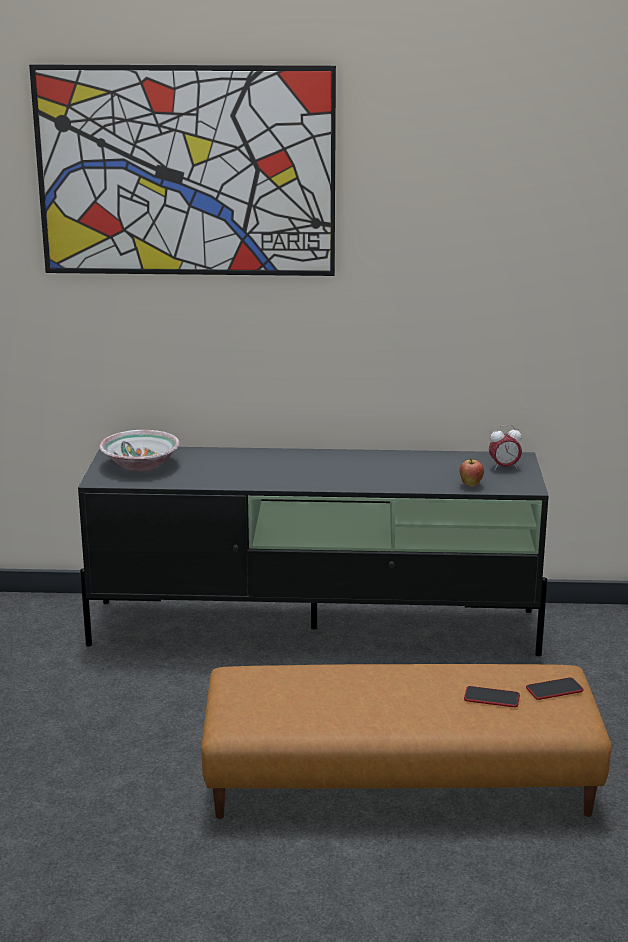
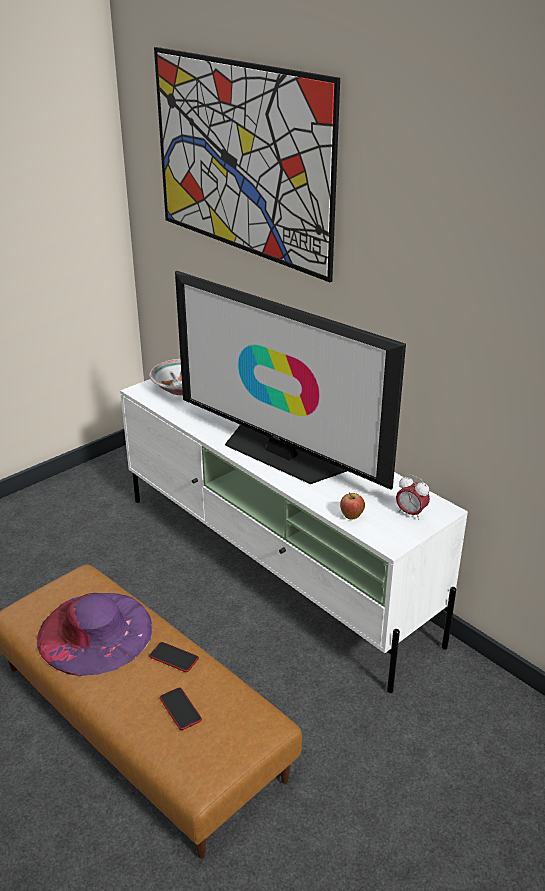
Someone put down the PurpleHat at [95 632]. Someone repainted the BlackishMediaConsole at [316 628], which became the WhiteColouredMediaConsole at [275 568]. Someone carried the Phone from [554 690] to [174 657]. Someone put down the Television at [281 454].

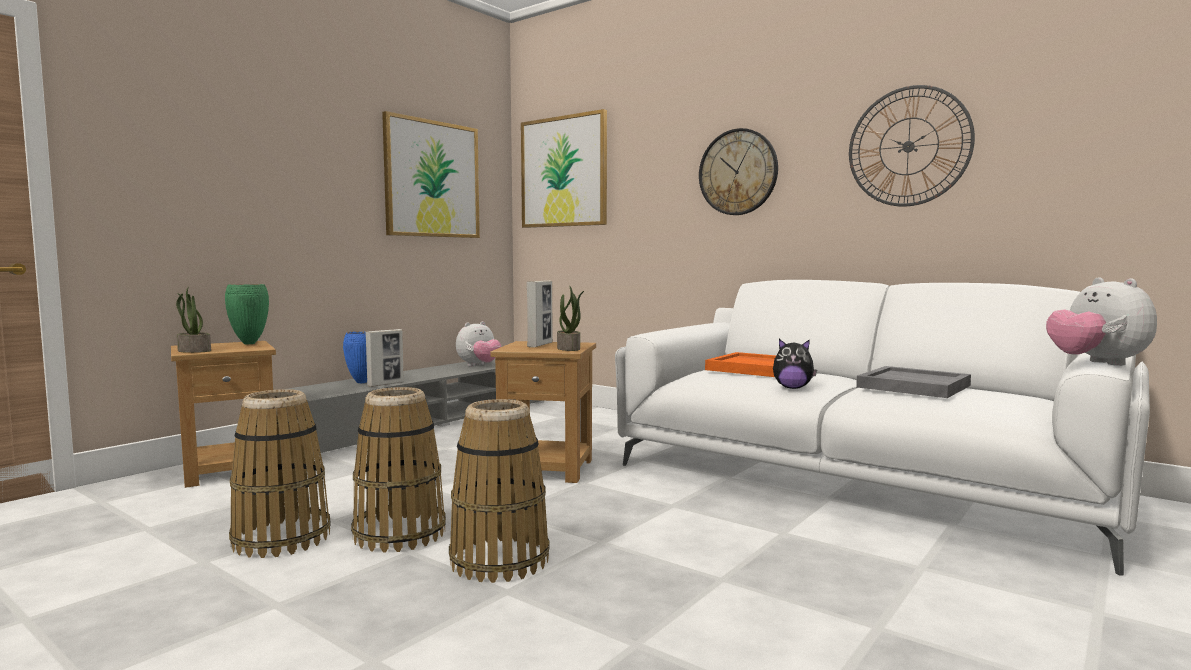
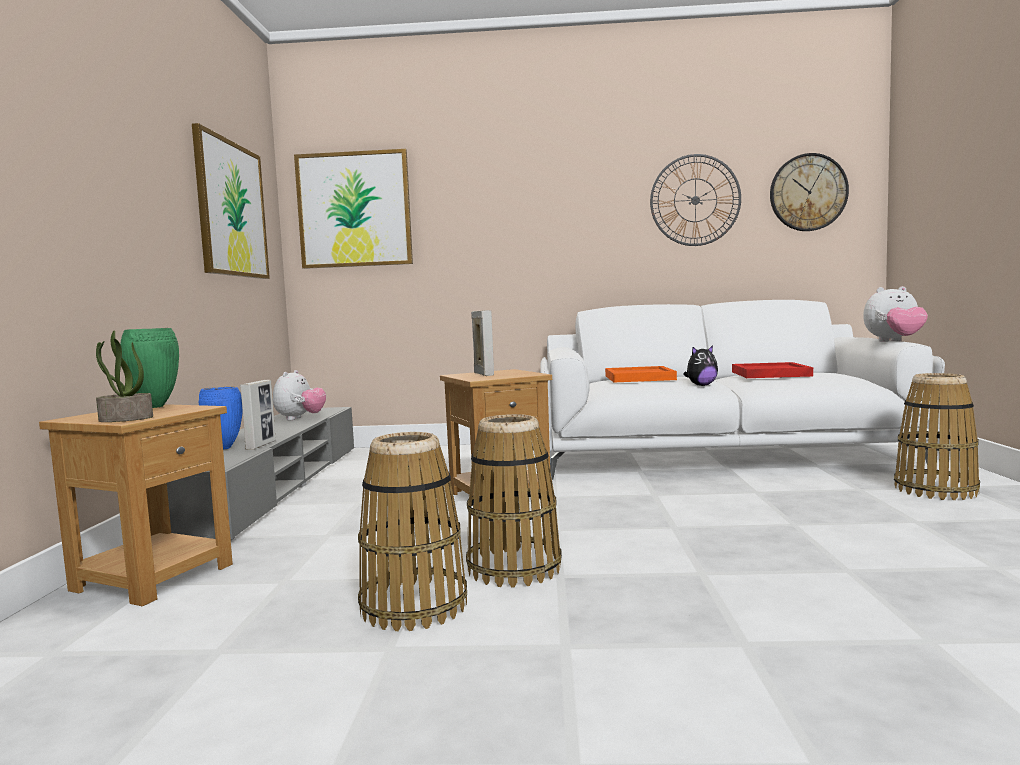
Someone repainted the GreyServingTray at [912 386], which became the RedServingTray at [770 374]. Someone carried the WallClock from [738 172] to [808 192]. Someone rotated the PlushToy at [1097 363] by 45 degrees counterclockwise. Someone carried the StorageBasket from [499 560] to [935 490]. Someone took away the Houseplant at [569 348].

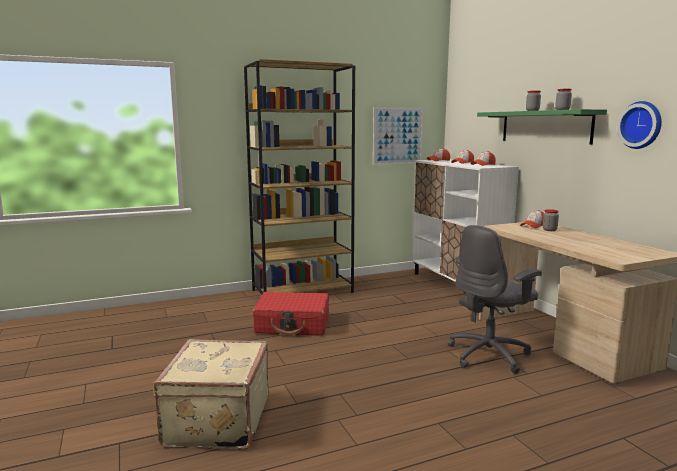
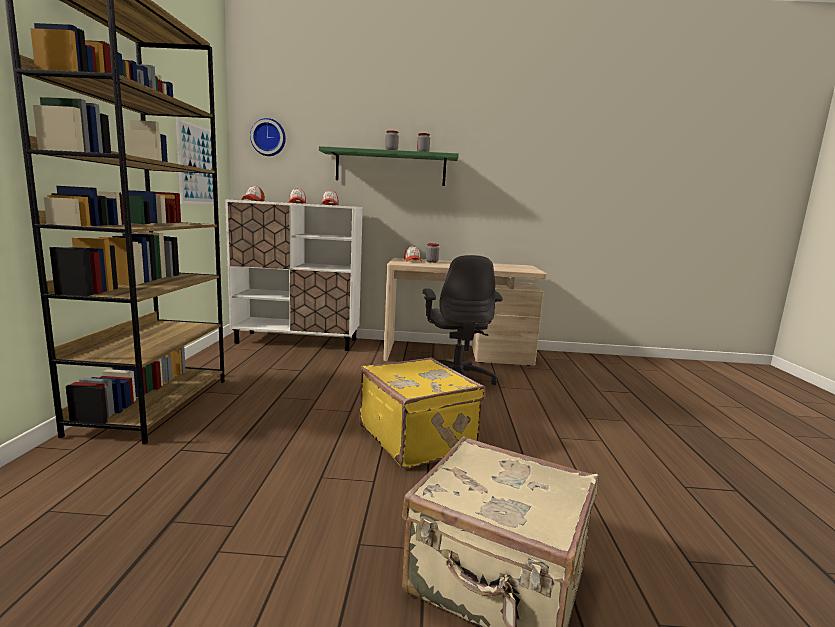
Someone carried the WallClock from [641 125] to [269 137]. Someone put down the YellowishPieceOfLuggage at [418 438]. Someone took away the RedPieceOfLuggage at [293 324].

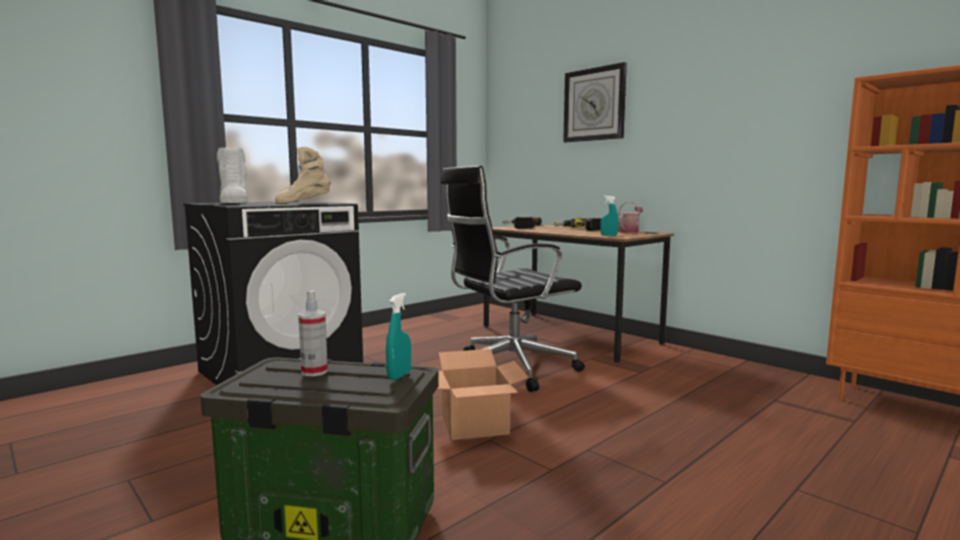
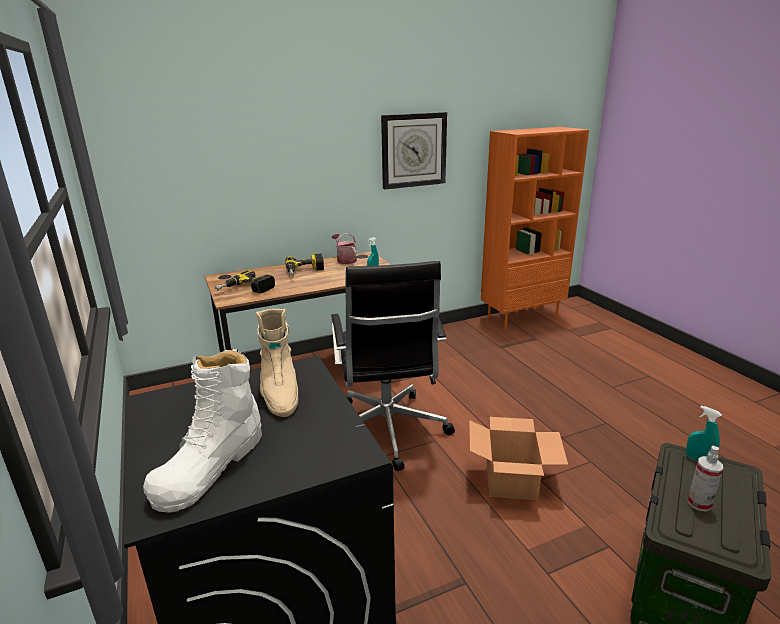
Someone rotated the WhiteColouredBoot at [234 203] by 120 degrees clockwise. Someone carried the WallClock from [594 104] to [413 150].

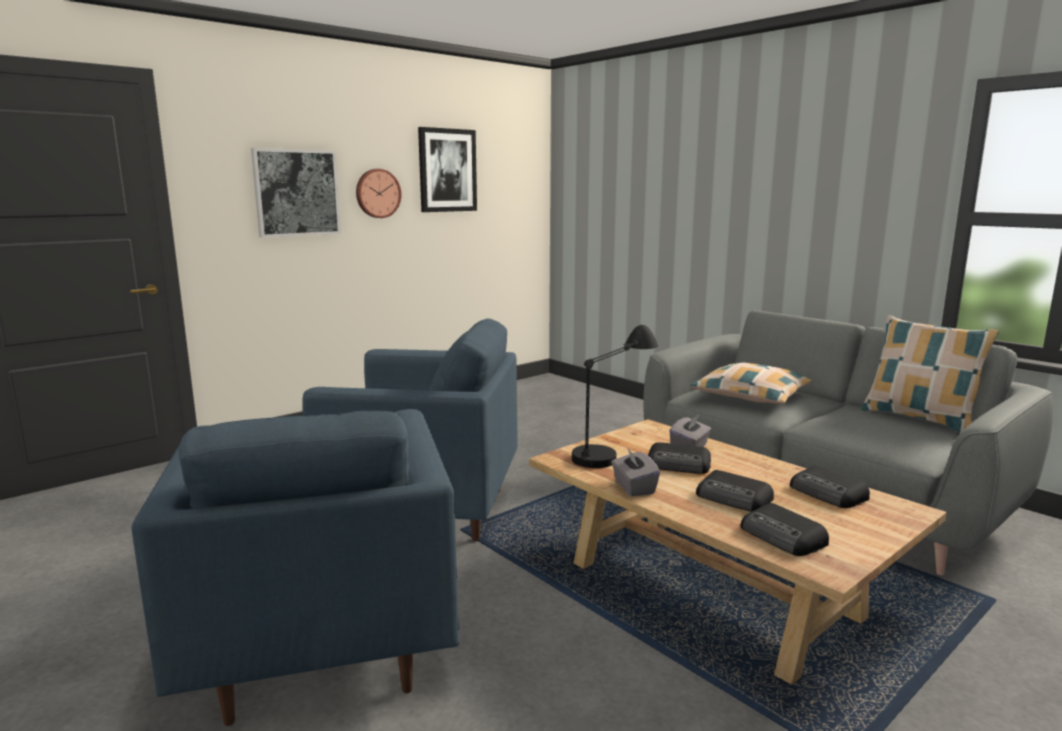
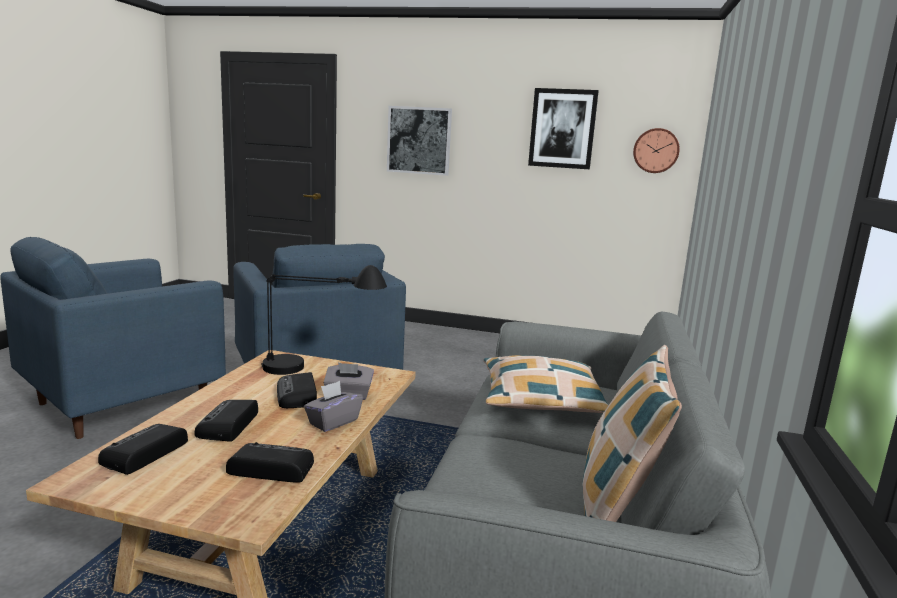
Someone rotated the Radio at [828 494] by 75 degrees clockwise. Someone carried the GreyBoxOfTissues from [633 487] to [333 422]. Someone carried the WallClock from [377 193] to [655 150].

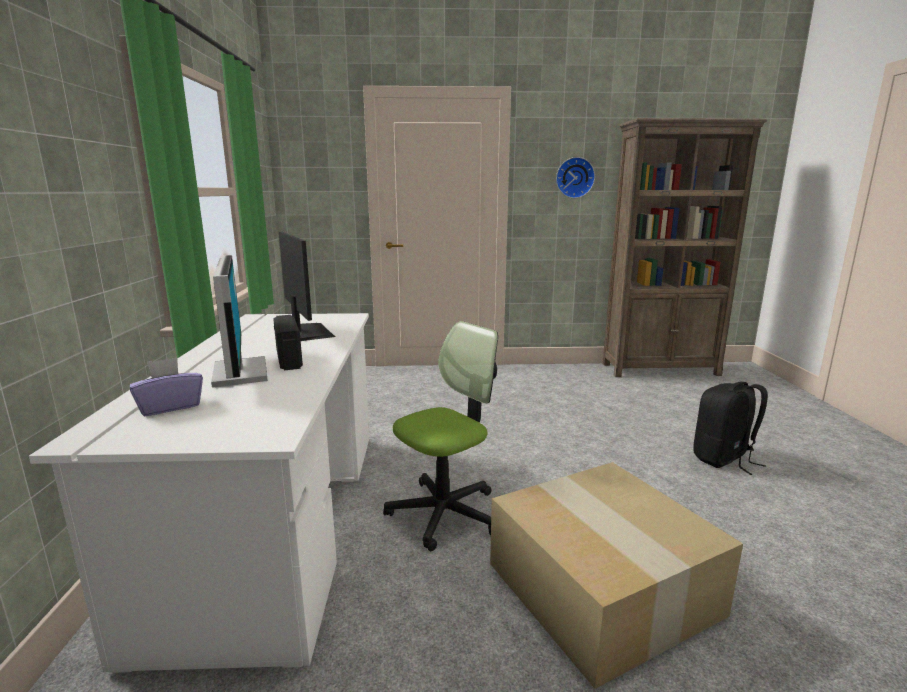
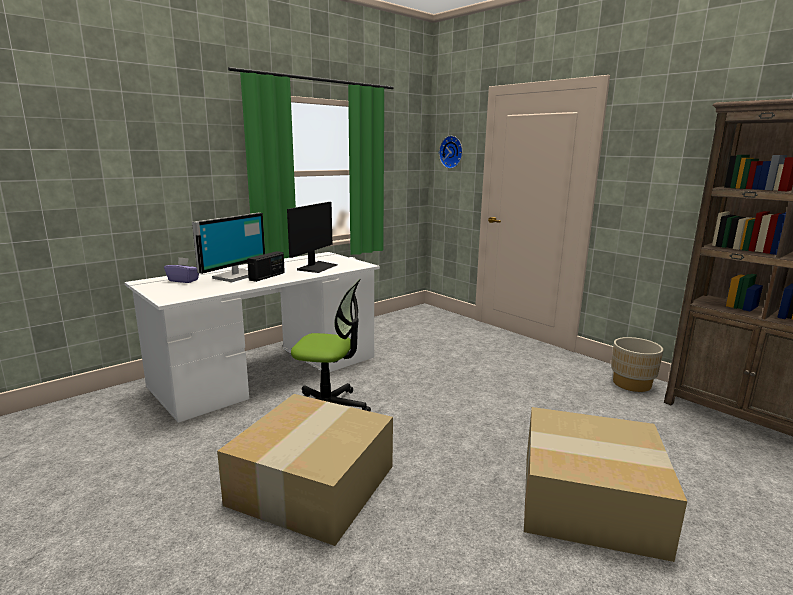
Someone carried the WallClock from [574 177] to [452 152]. Someone swapped the BlackishBackpack at [723 459] for the CardboardBox at [587 501]. Someone put down the SandColouredPlantPot at [632 384].

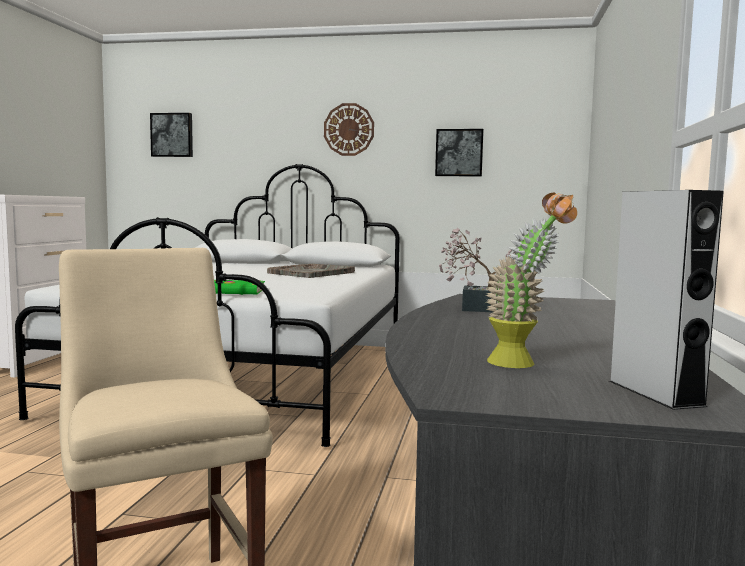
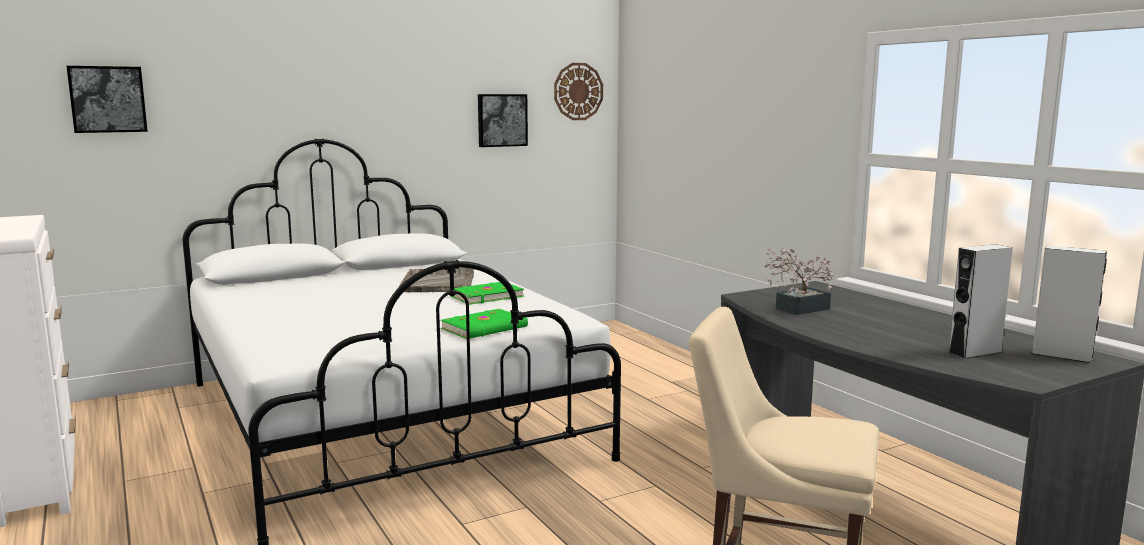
Someone put down the GreenColouredVolume at [485 296]. Someone carried the WallClock from [349 129] to [578 91]. Someone swapped the Houseplant at [523 363] for the GreySpeaker at [974 353].

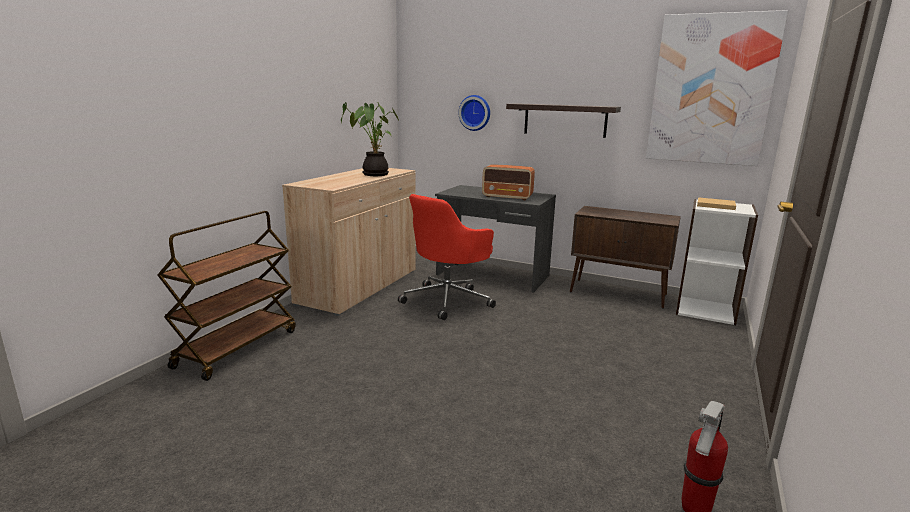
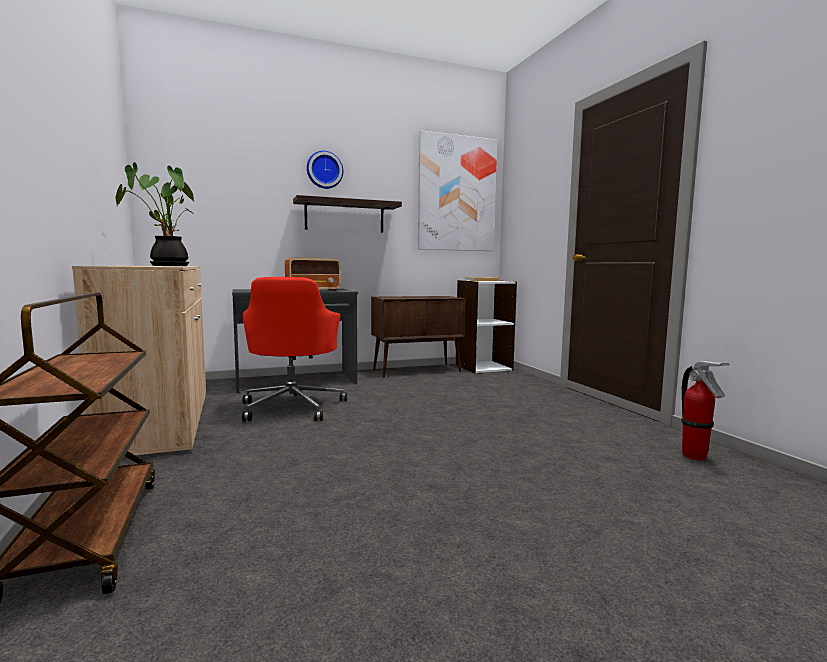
Someone carried the WallClock from [475 113] to [324 170].

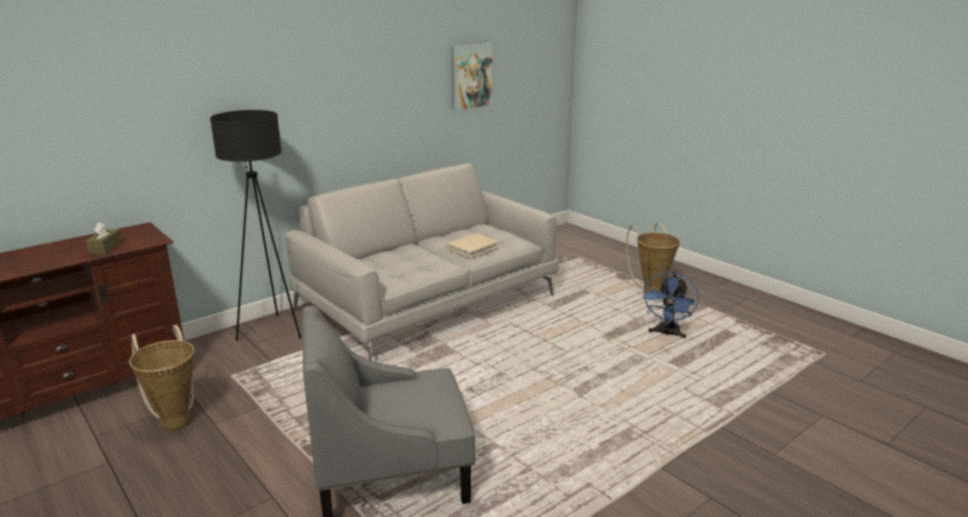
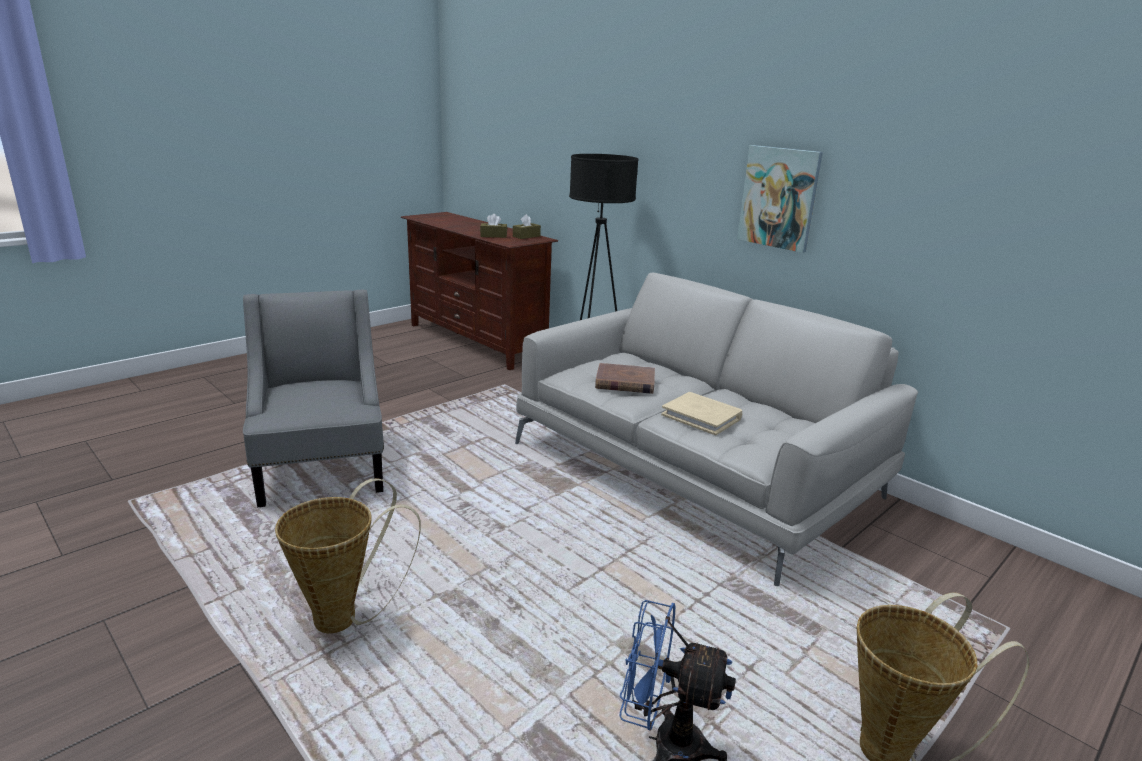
Someone carried the StorageBasket from [175 419] to [346 617]. Someone put down the BrownishBoxOfTissues at [526 236]. Someone put down the BrownishVolume at [625 382]. Someone carried the Picture from [471 76] to [779 198].

